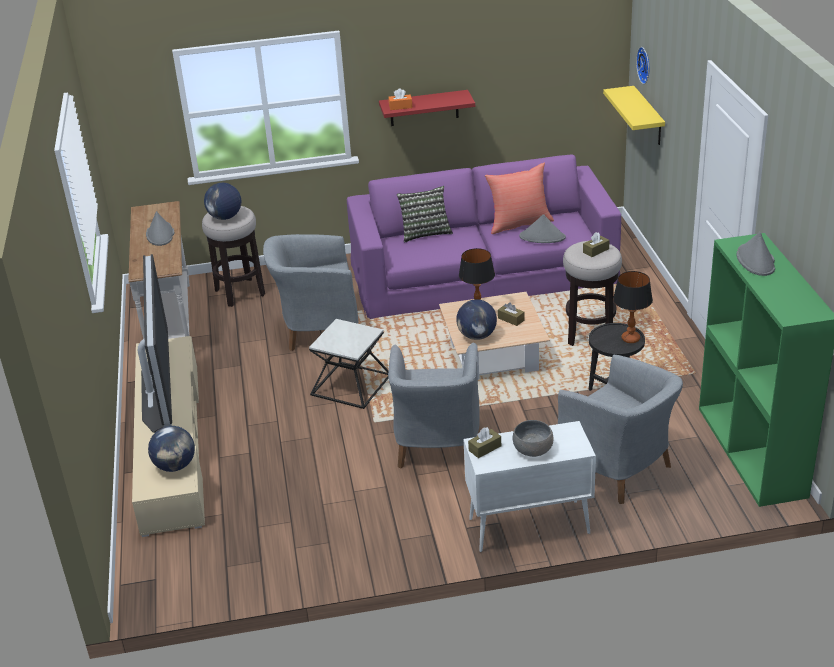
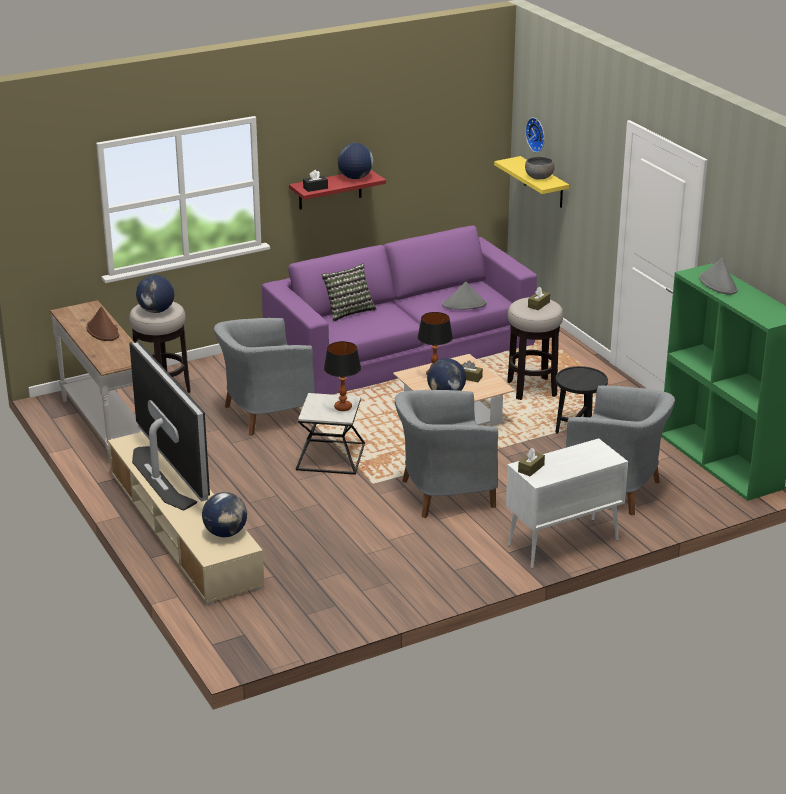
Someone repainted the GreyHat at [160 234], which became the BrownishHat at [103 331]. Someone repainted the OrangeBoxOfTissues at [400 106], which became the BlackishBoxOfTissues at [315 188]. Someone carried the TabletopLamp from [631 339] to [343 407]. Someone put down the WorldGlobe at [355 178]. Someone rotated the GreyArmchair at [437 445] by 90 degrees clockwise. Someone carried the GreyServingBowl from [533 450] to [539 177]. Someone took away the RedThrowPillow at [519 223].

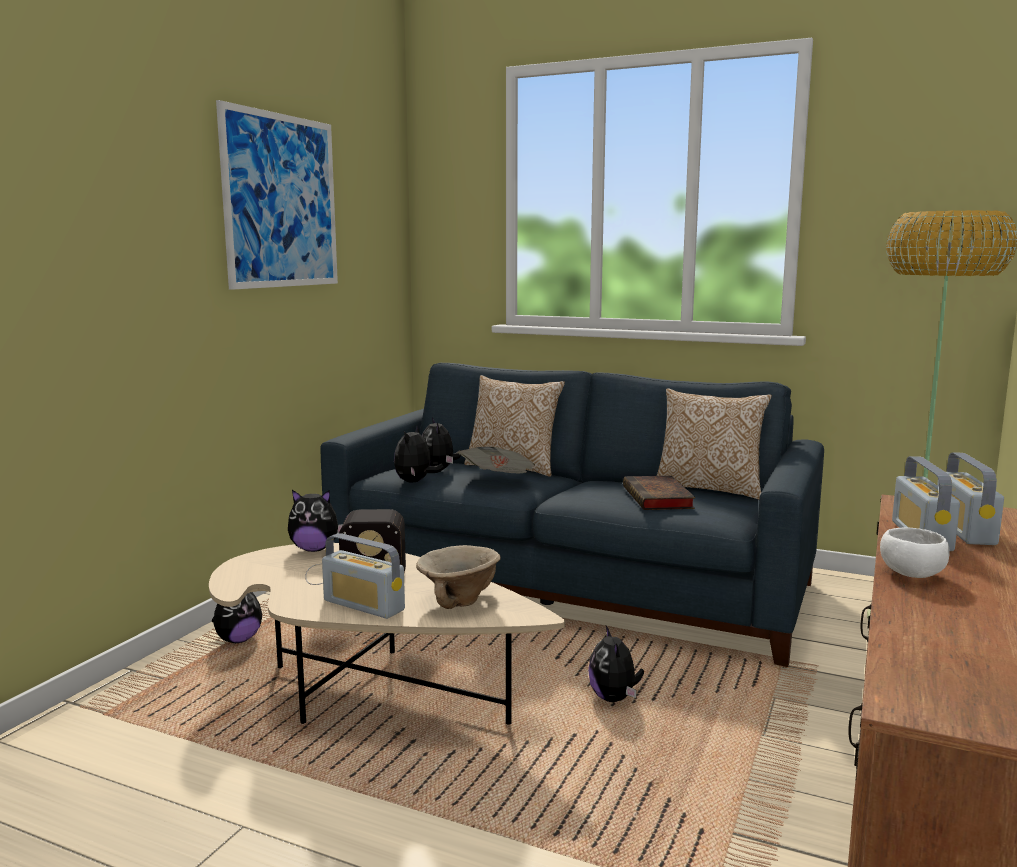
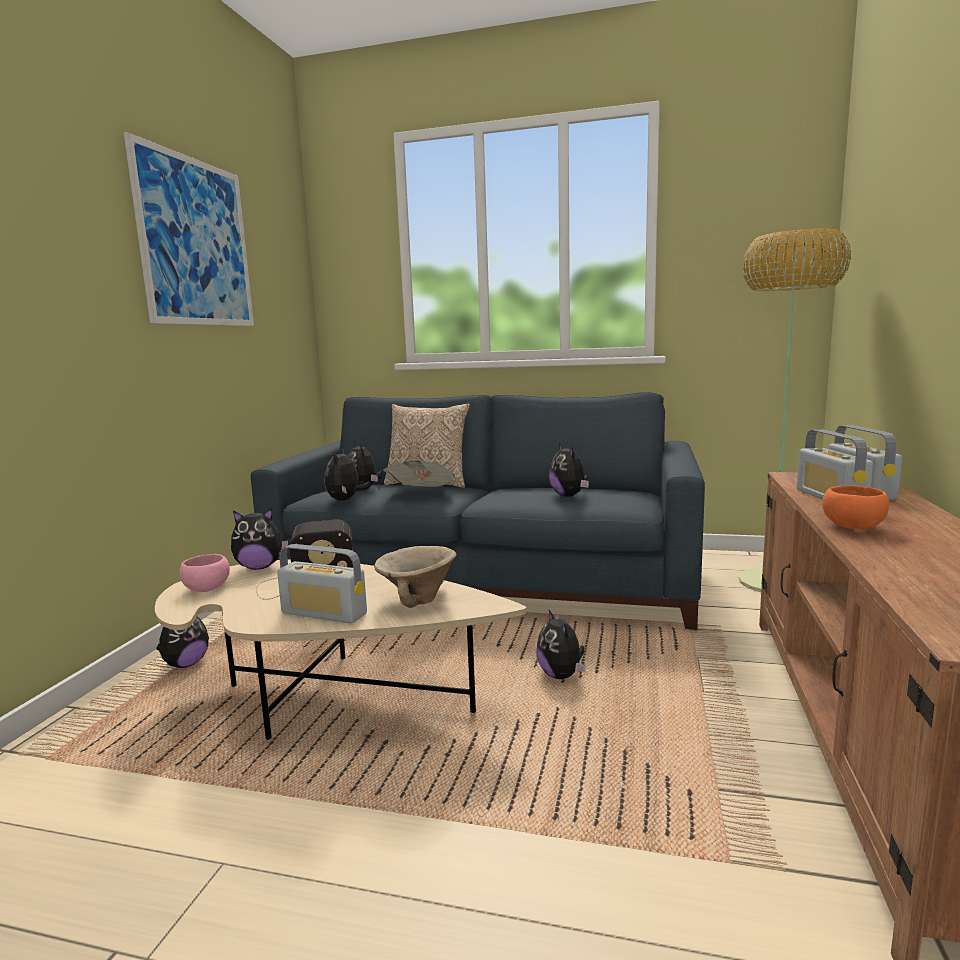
Someone put down the PinkishServingBowl at [207 588]. Someone swapped the Volume at [659 499] for the PlushToy at [569 496]. Someone repainted the WhiteColouredServingBowl at [912 575], which became the OrangeServingBowl at [854 527]. Someone took away the ThrowPillow at [709 489].

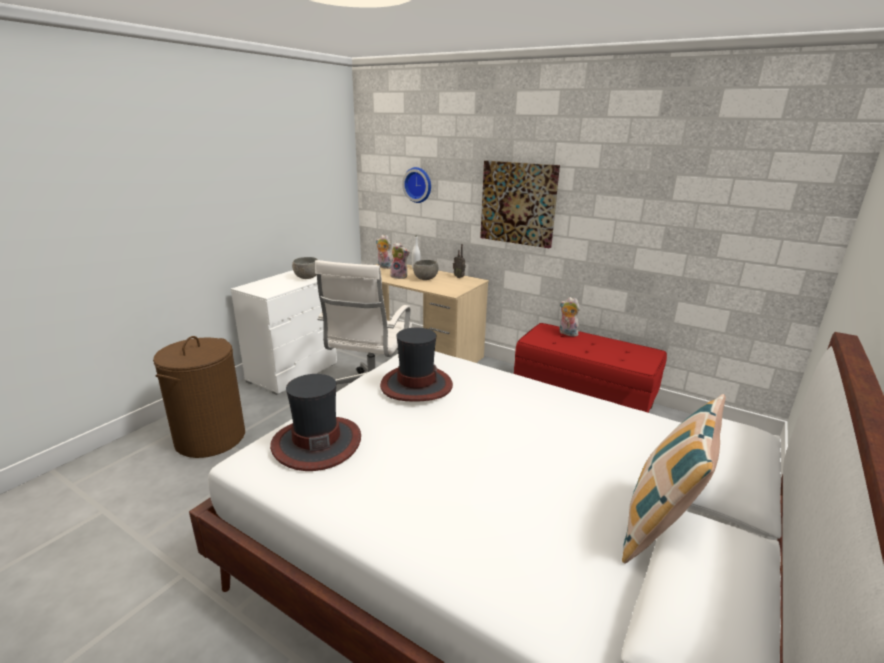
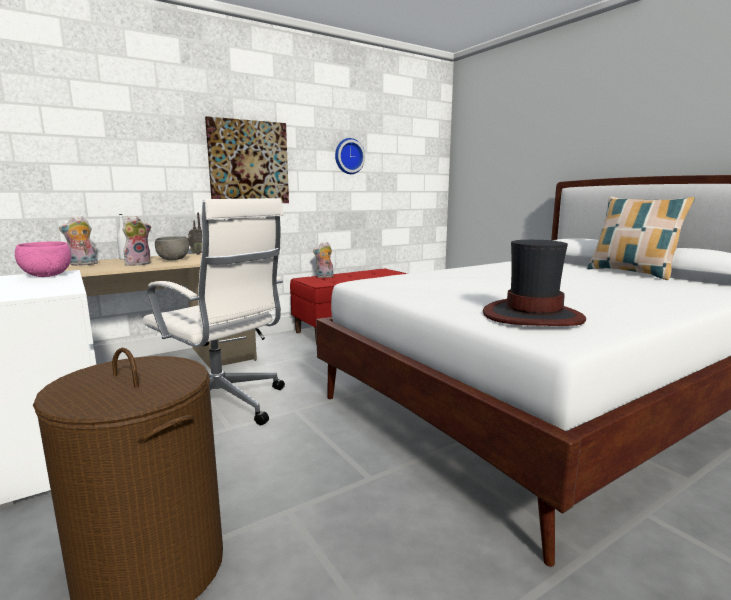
Someone repainted the GreyServingBowl at [306 277], which became the PinkishServingBowl at [46 276]. Someone carried the WallClock from [418 185] to [348 156]. Someone took away the Hat at [416 385].

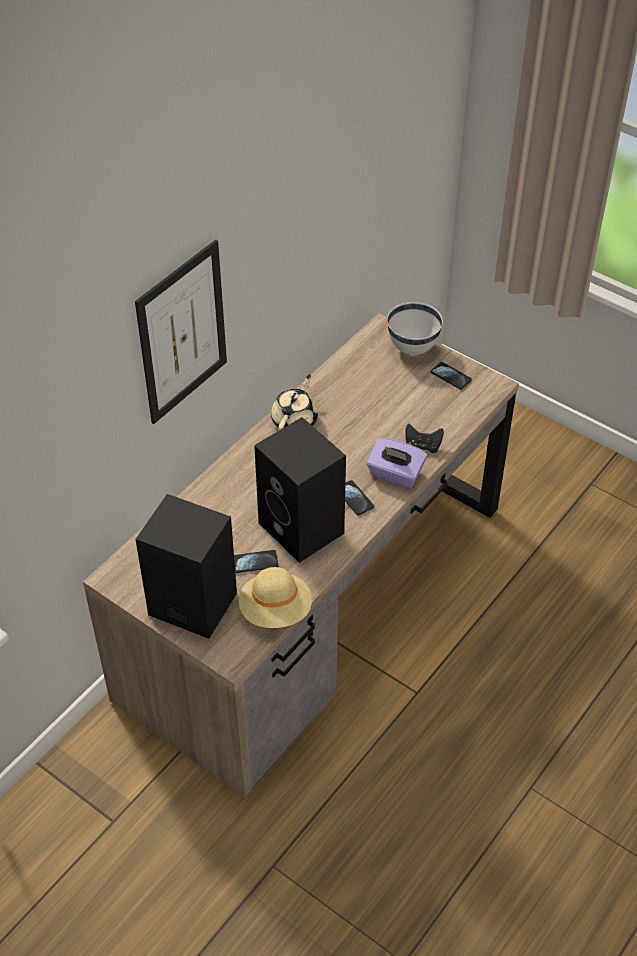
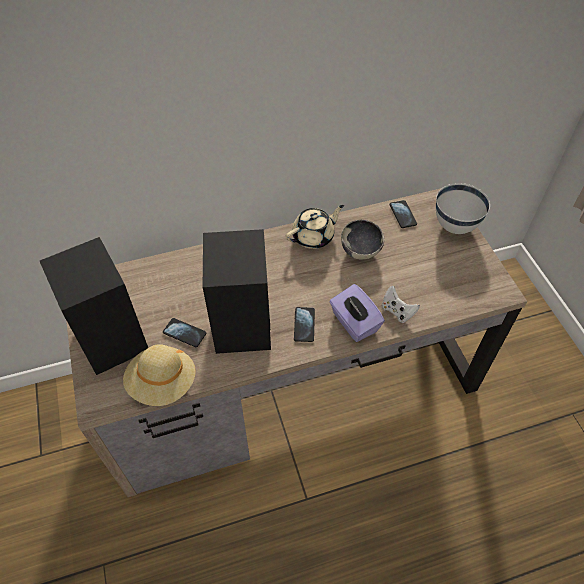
Someone put down the ServingBowl at [360 250]. Someone repainted the BlackishJoypad at [422 446], which became the WhiteColouredJoypad at [397 311]. Someone carried the Phone from [450 376] to [402 215]. Someone took away the Picture at [182 333].

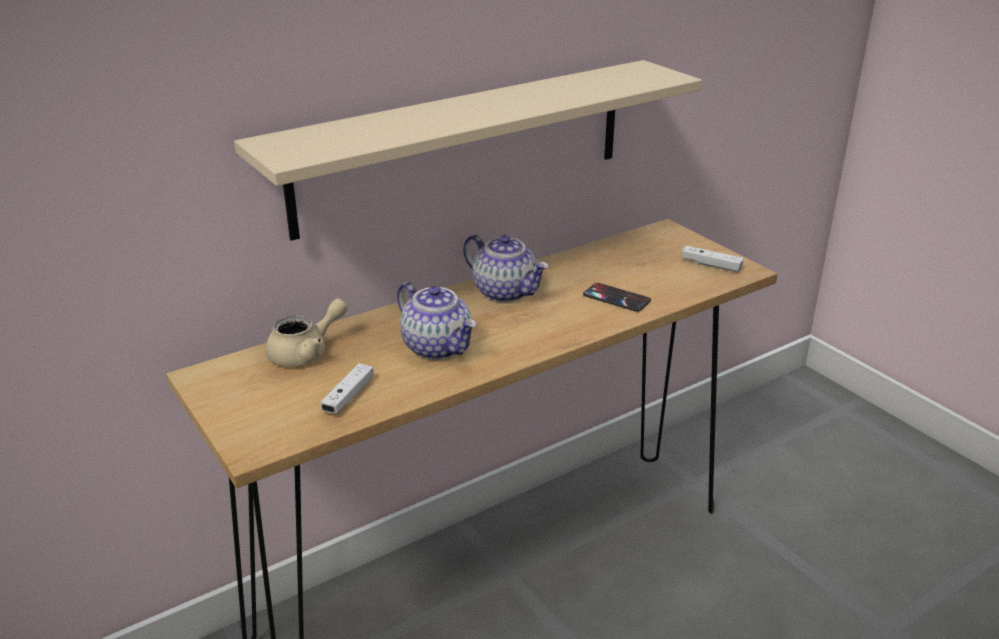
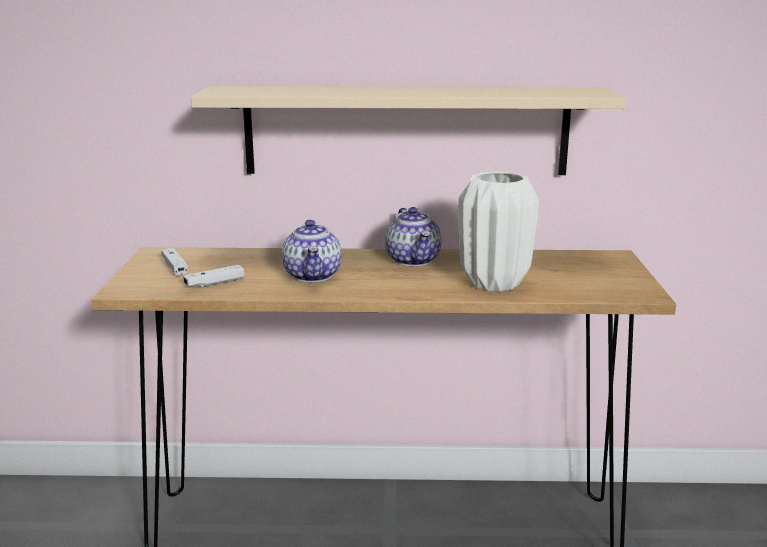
Someone carried the WhiteColouredJoypad from [711 265] to [174 267]. Someone swapped the Phone at [616 298] for the WhiteColouredDecorativeVase at [494 283]. Someone took away the SandColouredTeaPot at [306 352].

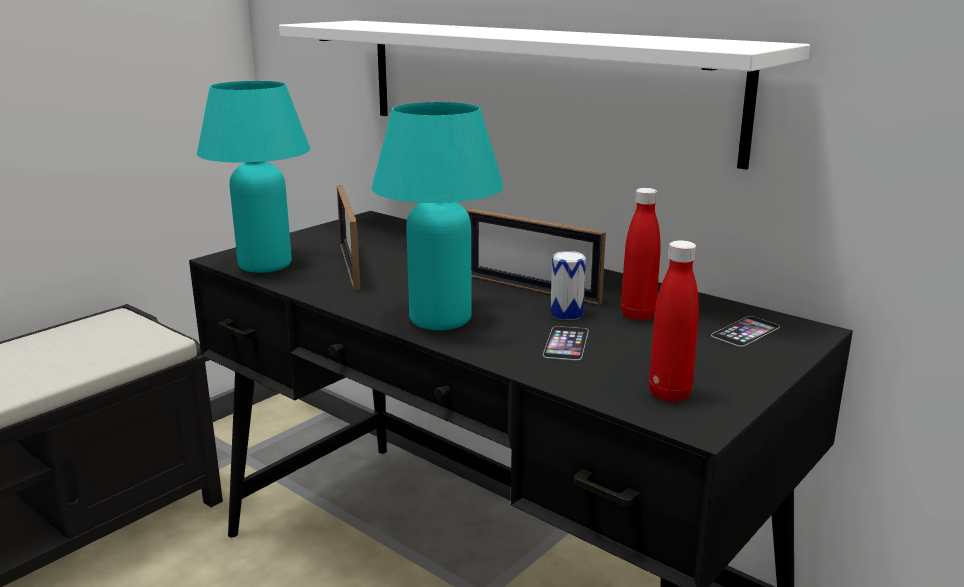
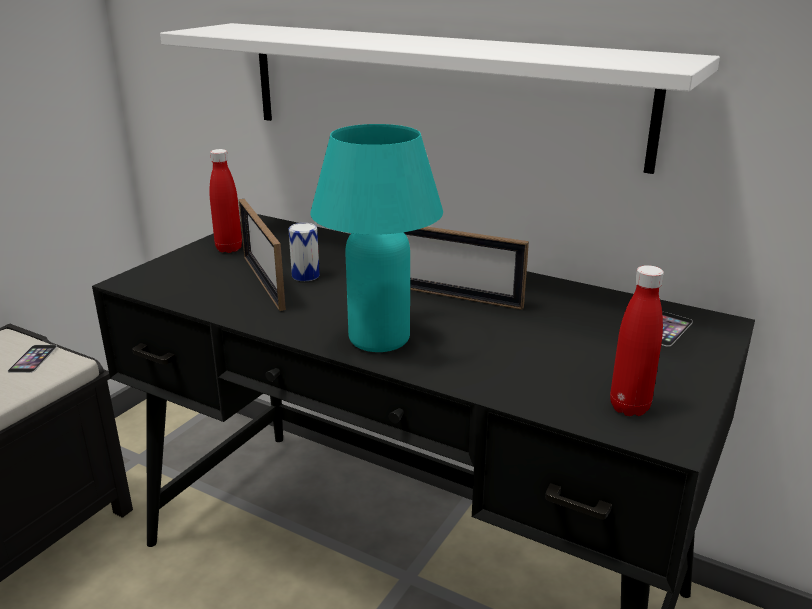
Someone carried the Phone from [566 343] to [33 358]. Someone carried the RedBeverageBottle from [638 315] to [229 249]. Someone carried the MetalCan from [566 314] to [305 276]. Someone took away the BlueGreenTabletopLamp at [265 265].

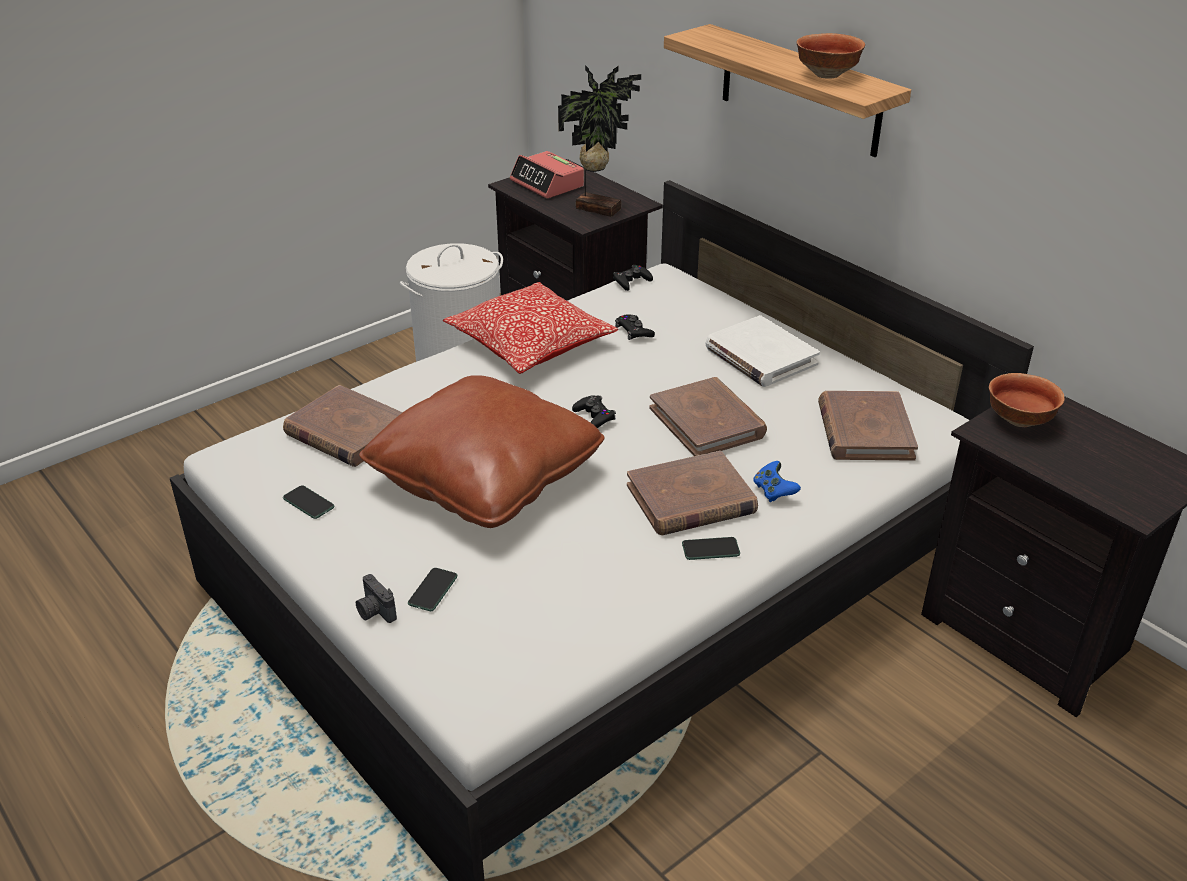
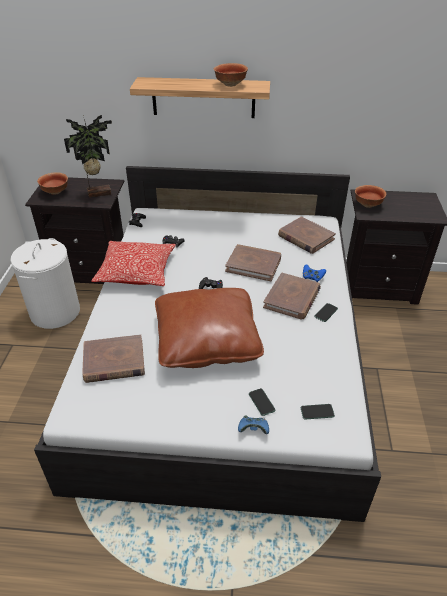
Someone swapped the AlarmClock at [547 184] for the ServingBowl at [56 192]. Someone swapped the PhotoCamera at [374 612] for the BluishJoypad at [253 429]. Someone carried the Phone from [308 503] to [317 412]. Someone took away the WhiteColouredVolume at [760 356].

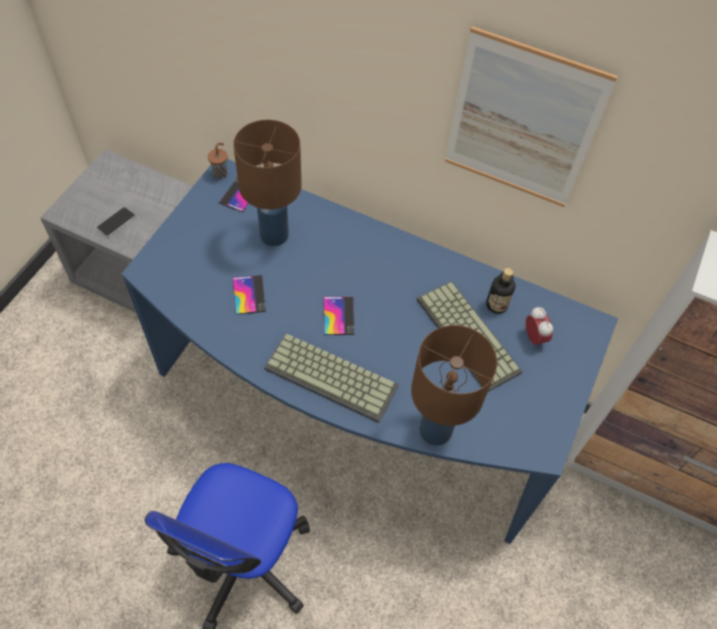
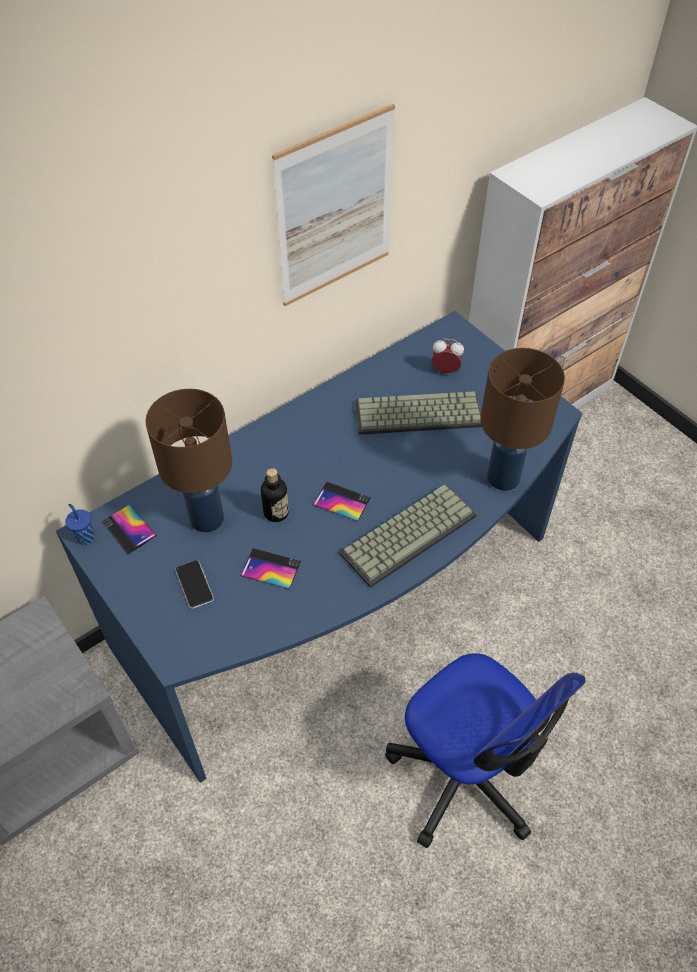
Someone repainted the BrownishDrinkingCup at [221 173], which became the BluishDrinkingCup at [85 537]. Someone carried the Phone from [116 222] to [194 584]. Someone carried the BeverageBottle from [496 305] to [276 512].

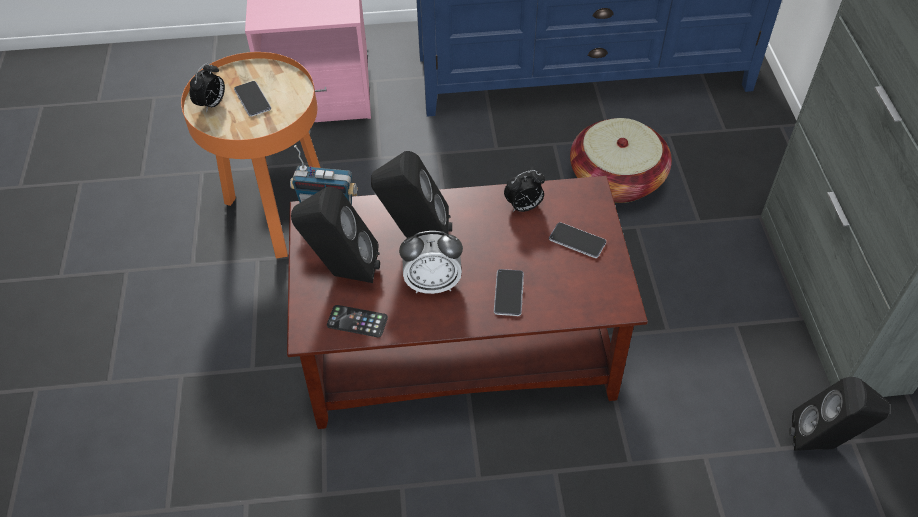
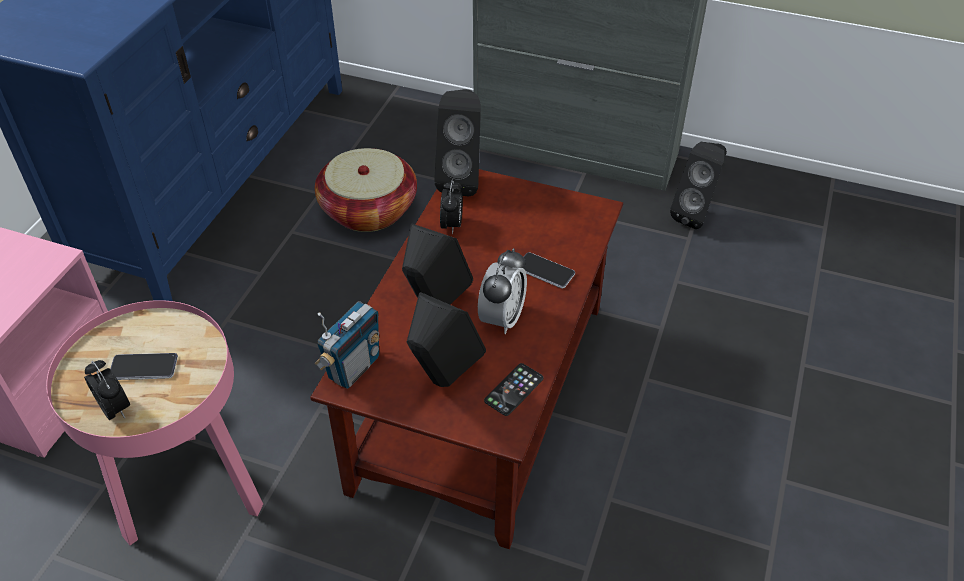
Someone repainted the OrangeAccentTable at [277 213], which became the PinkishAccentTable at [190 493]. Someone put down the BlackishSpeaker at [462 180]. Someone took away the Phone at [577 241].

